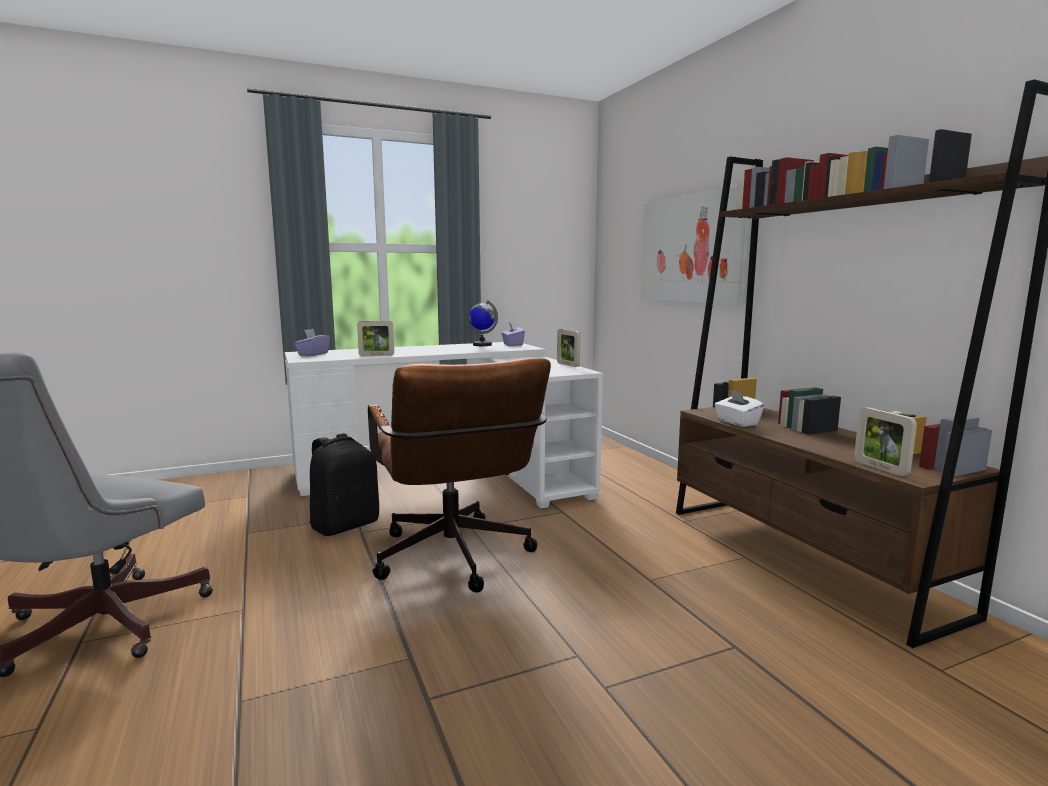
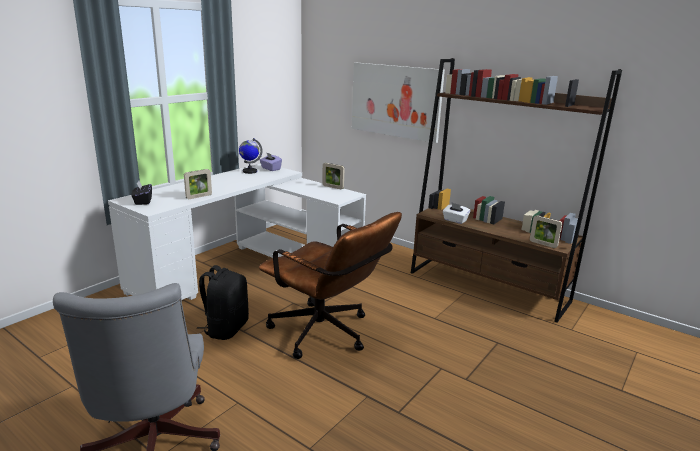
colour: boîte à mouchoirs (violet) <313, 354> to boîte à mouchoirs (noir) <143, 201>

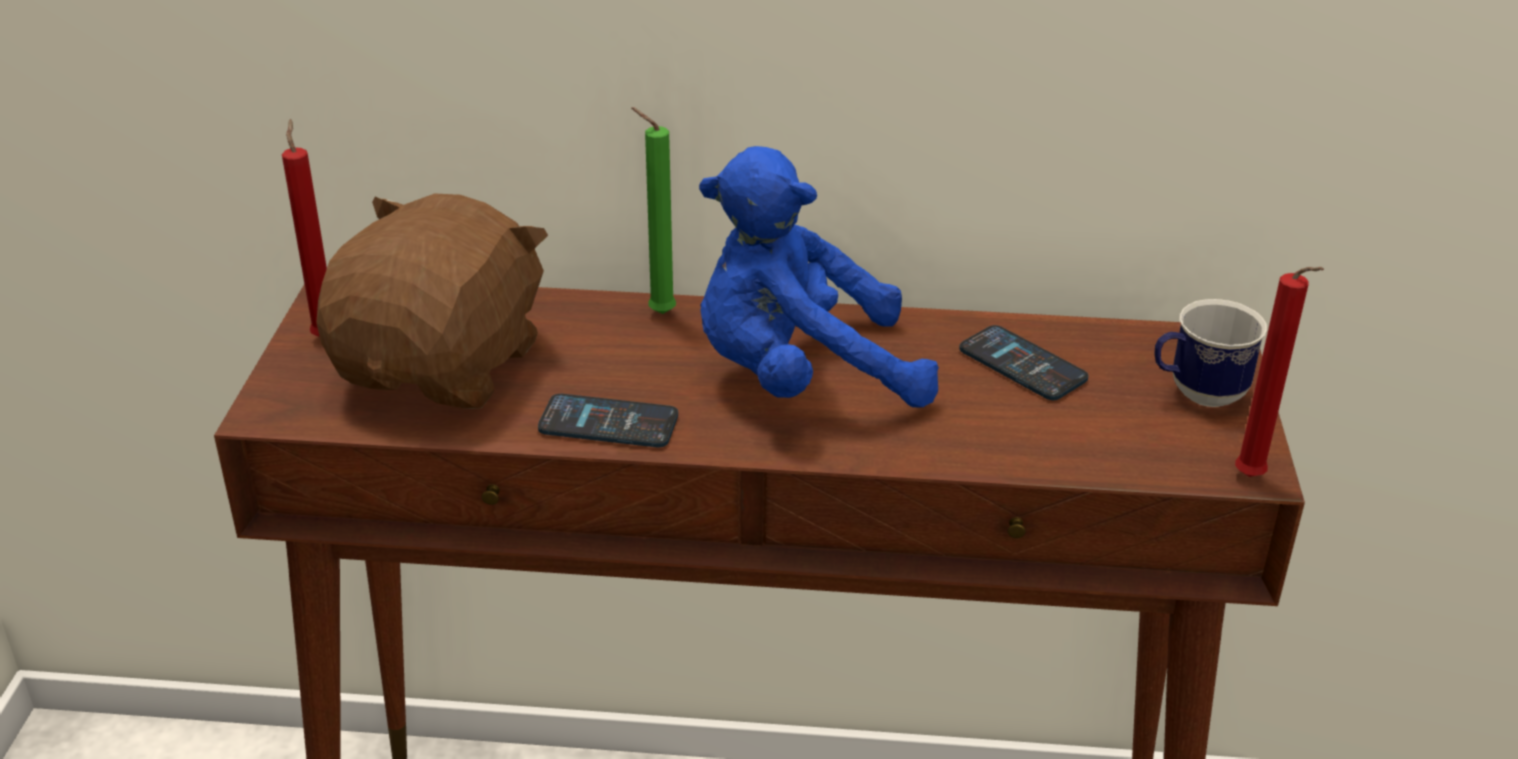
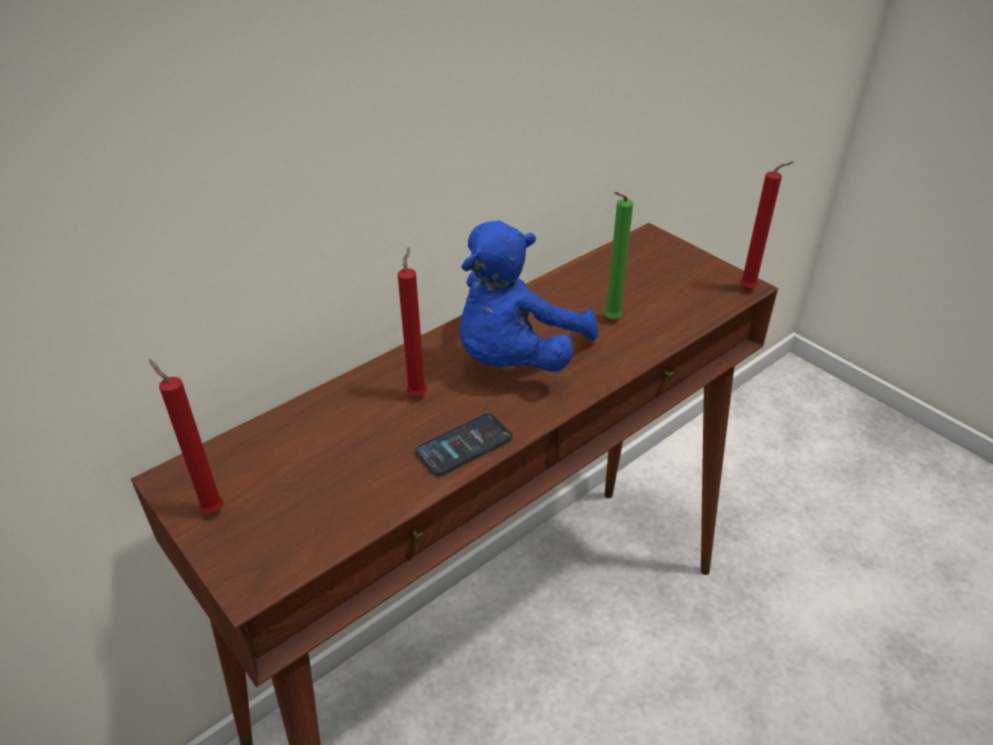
missing: peluche (marron) <444, 366>; mug <1196, 394>; téléphone <1022, 365>
appeared: bougie (rouge) <418, 393>
relocated: bougie (vert) <657, 313> to <610, 320>

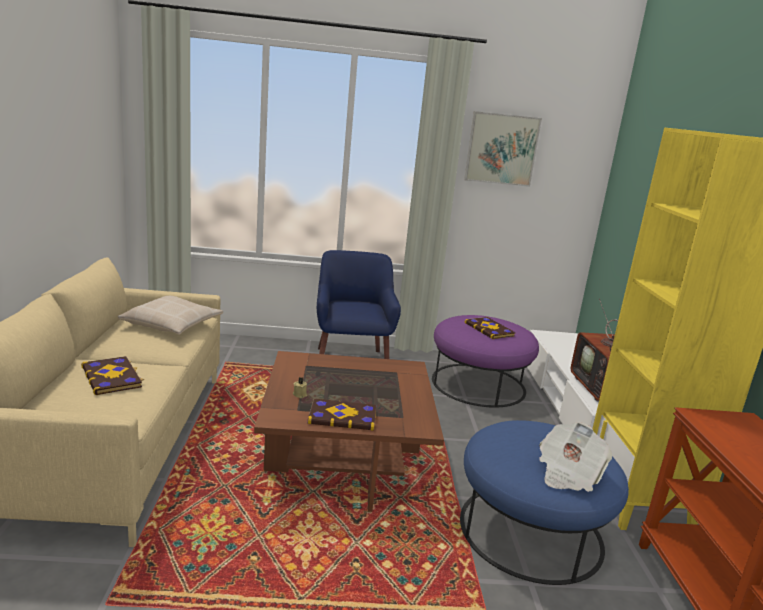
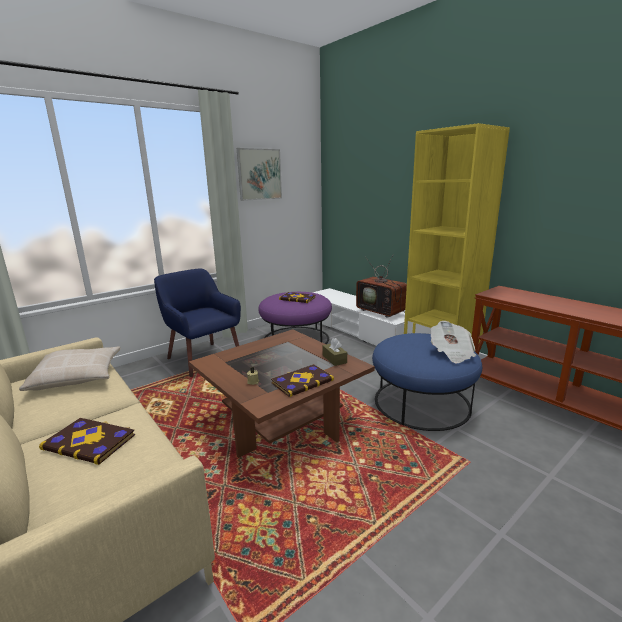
appeared: boîte à mouchoirs (marron) <334, 359>

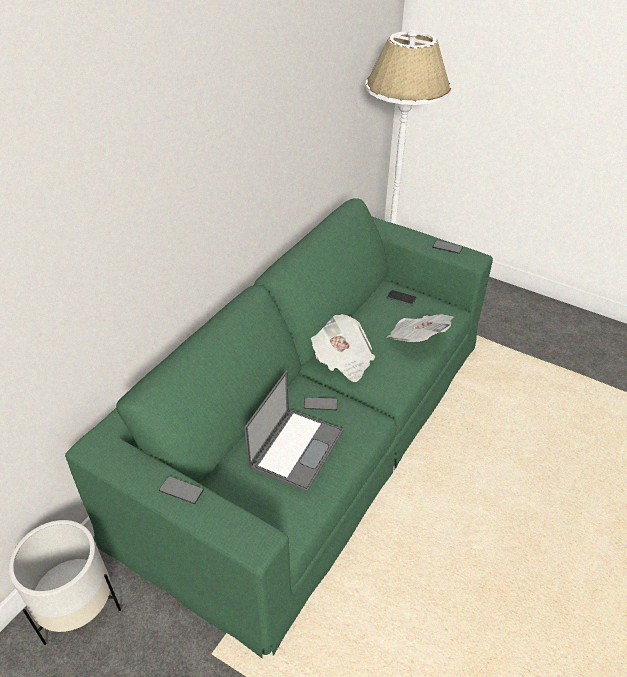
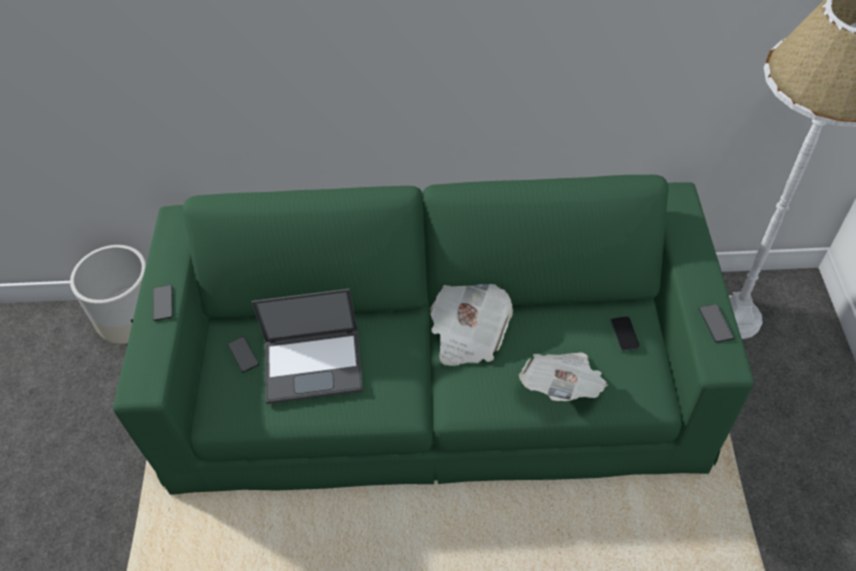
relocated: téléphone <320, 404> to <243, 355>

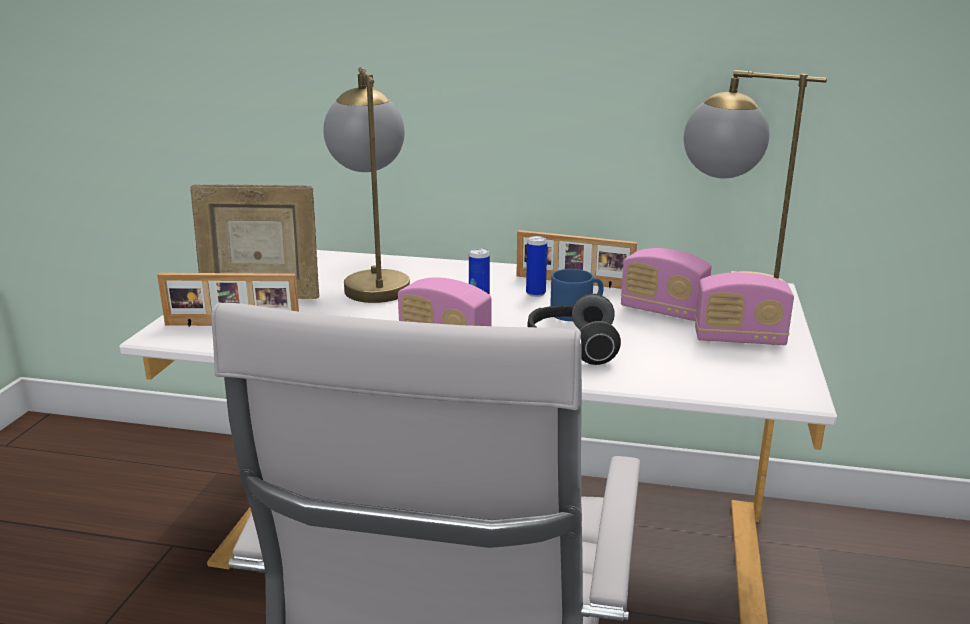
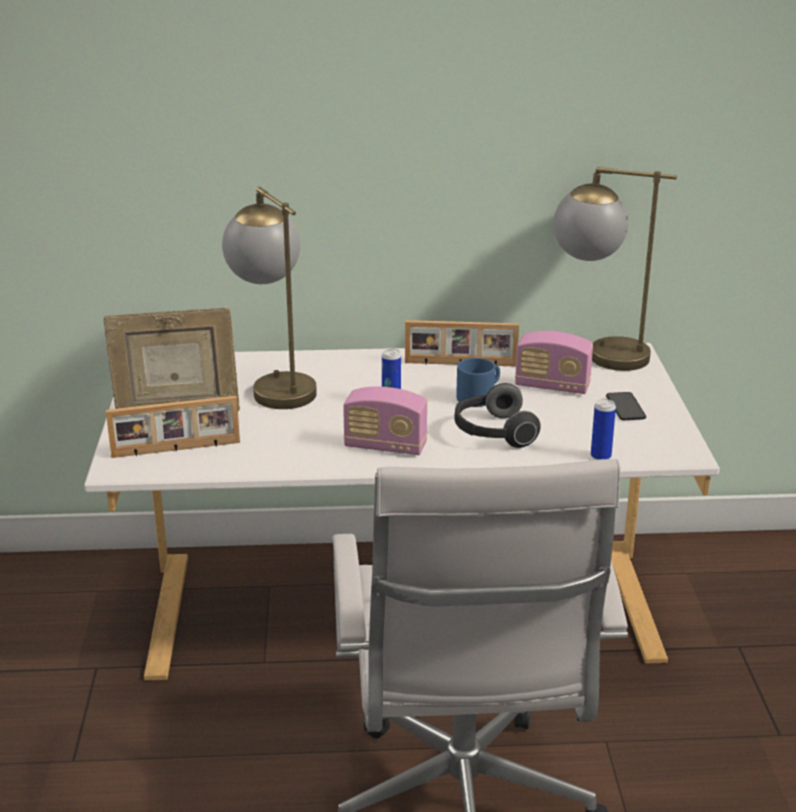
relocated: boîte métallique <535, 293> to <600, 456>
exchanged: radio <739, 339> to téléphone <625, 407>

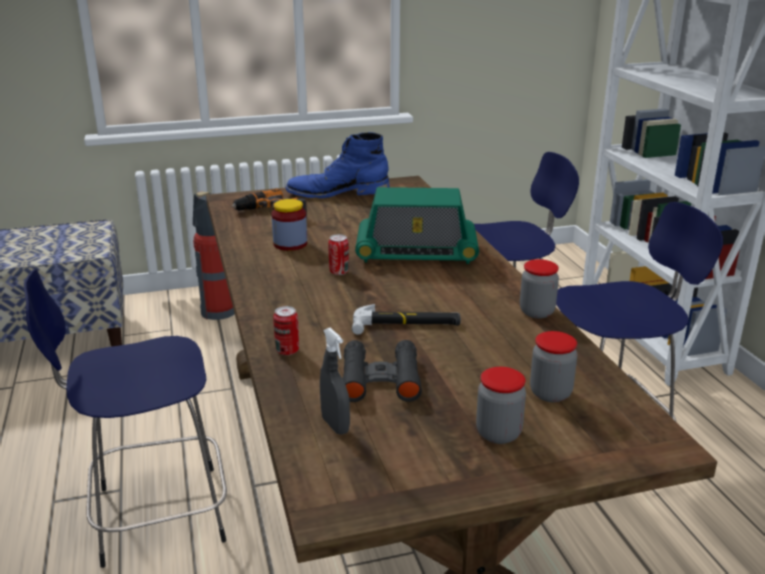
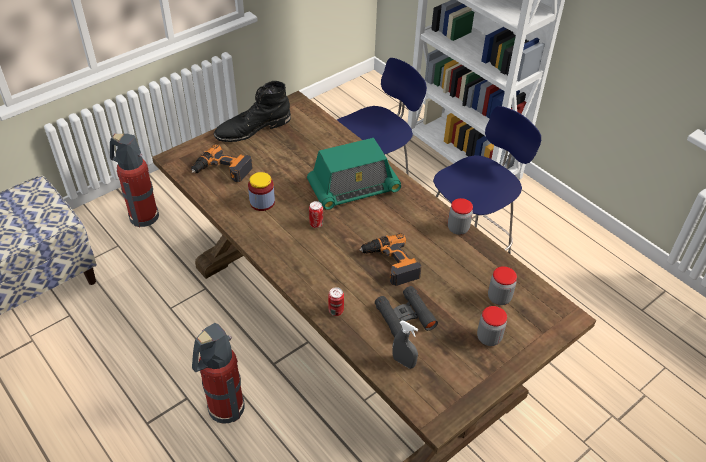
exchanged: tabouret (bleu) <155, 515> to extincteur <224, 408>; marteau <406, 324> to perceuse <390, 263>
colour: botte (bleu) <337, 192> to botte (noir) <252, 128>

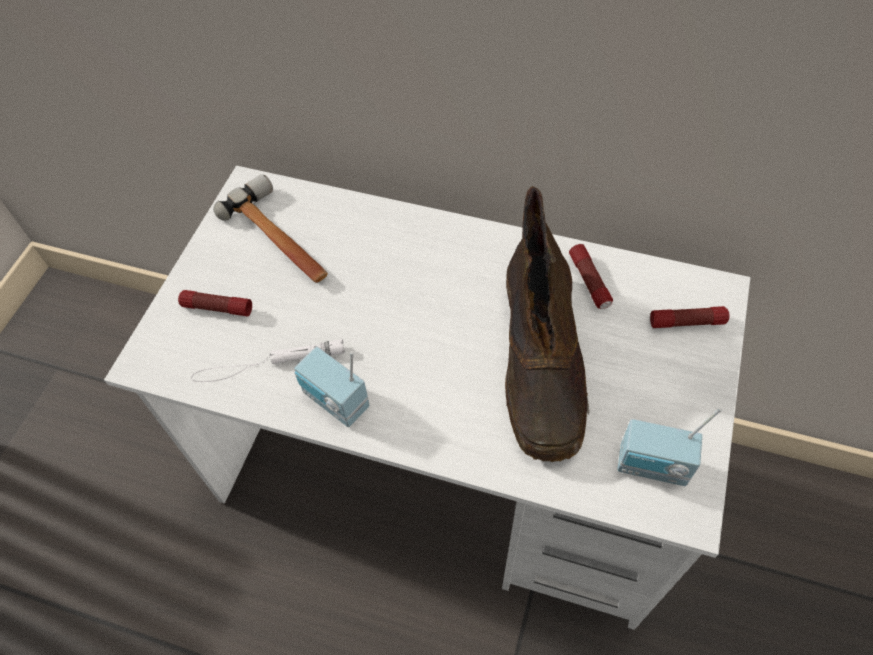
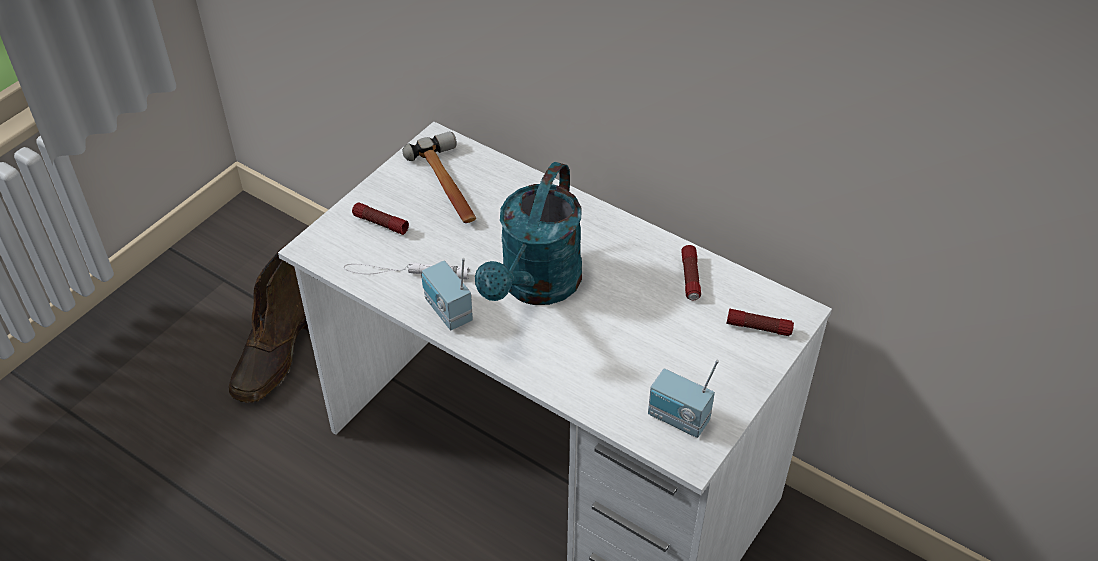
appeared: arrosoir (turquoise) <536, 287>
relocated: botte (marron) <542, 363> to <276, 354>

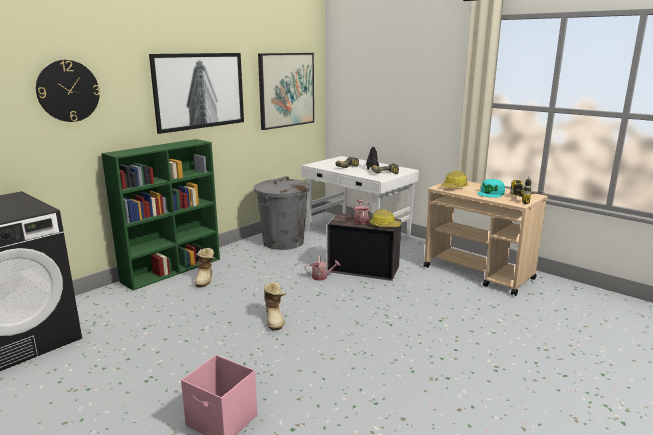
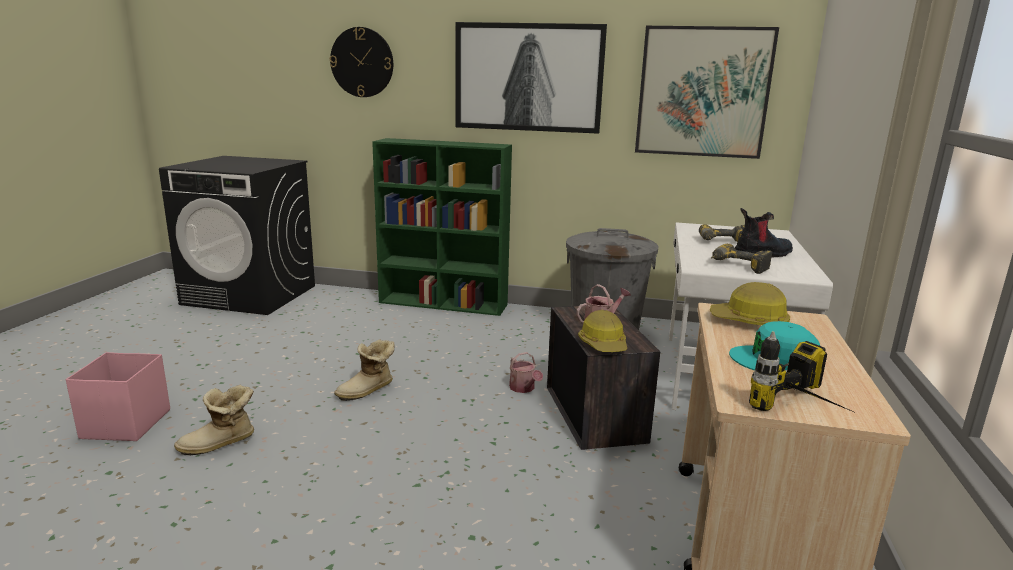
relocated: botte <205, 279> to <219, 444>

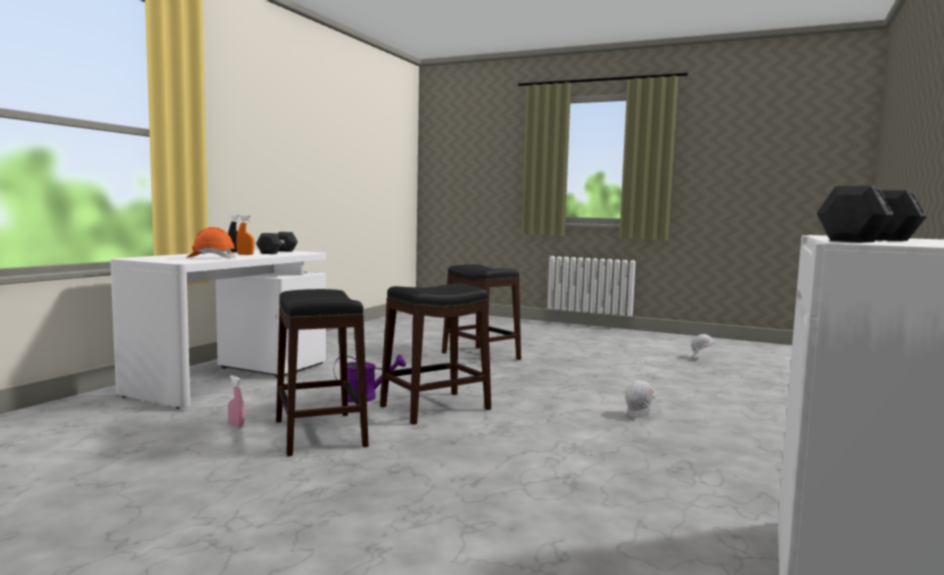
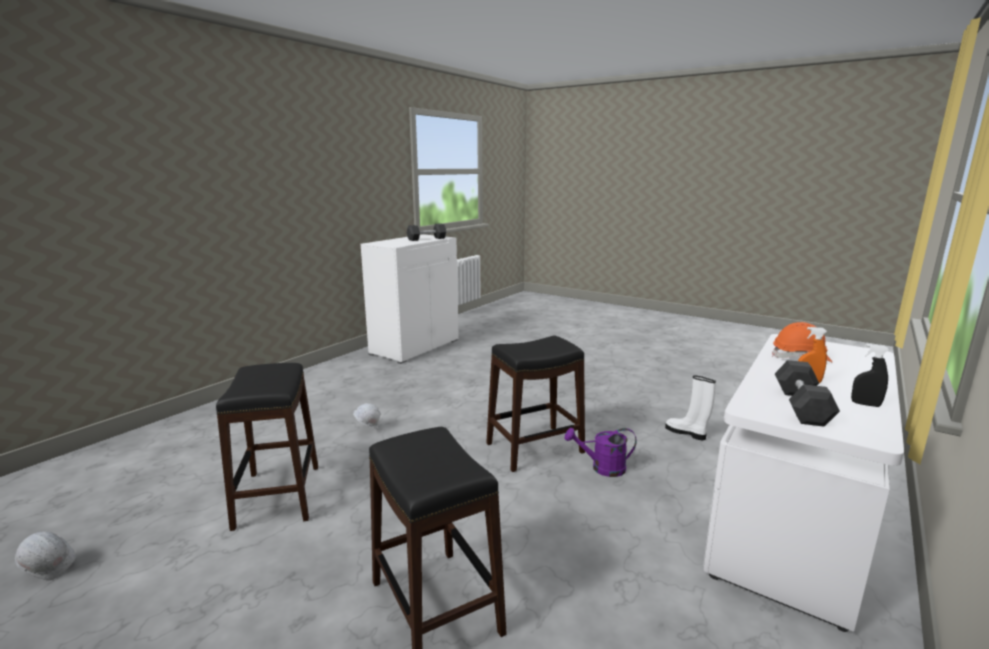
relocated: tabouret (noir) <319, 433> to <279, 495>
exchanged: vaporisateur (rose) <236, 425> to botte (blanc) <686, 433>

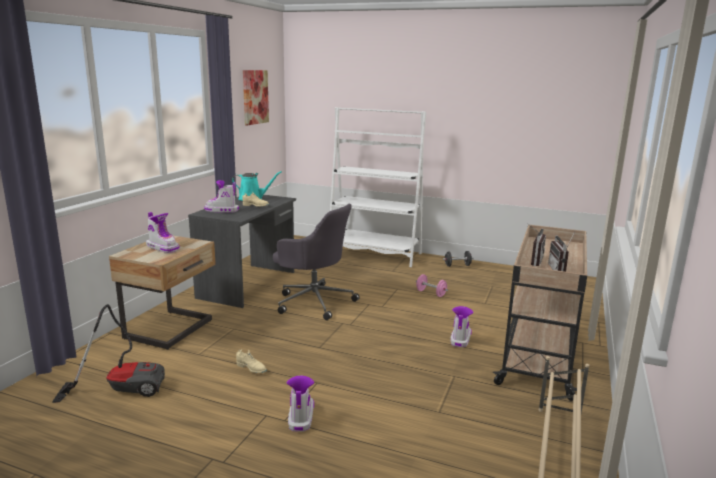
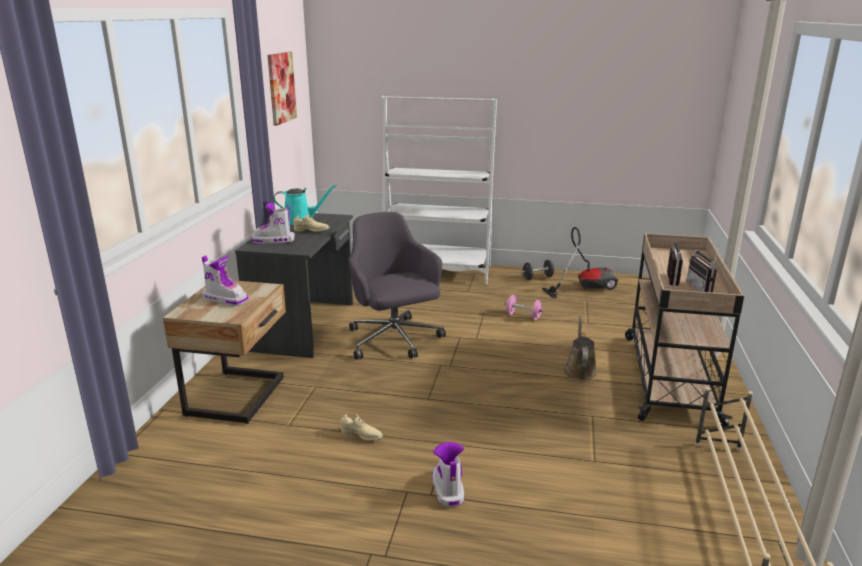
relocated: aspirateur <122, 387> to <584, 287>
exchanged: botte <460, 339> to arrosoir (marron) <579, 370>
spun: chaise de bureau (gris) <314, 301> = <394, 340> 135 degrees counterclockwise

